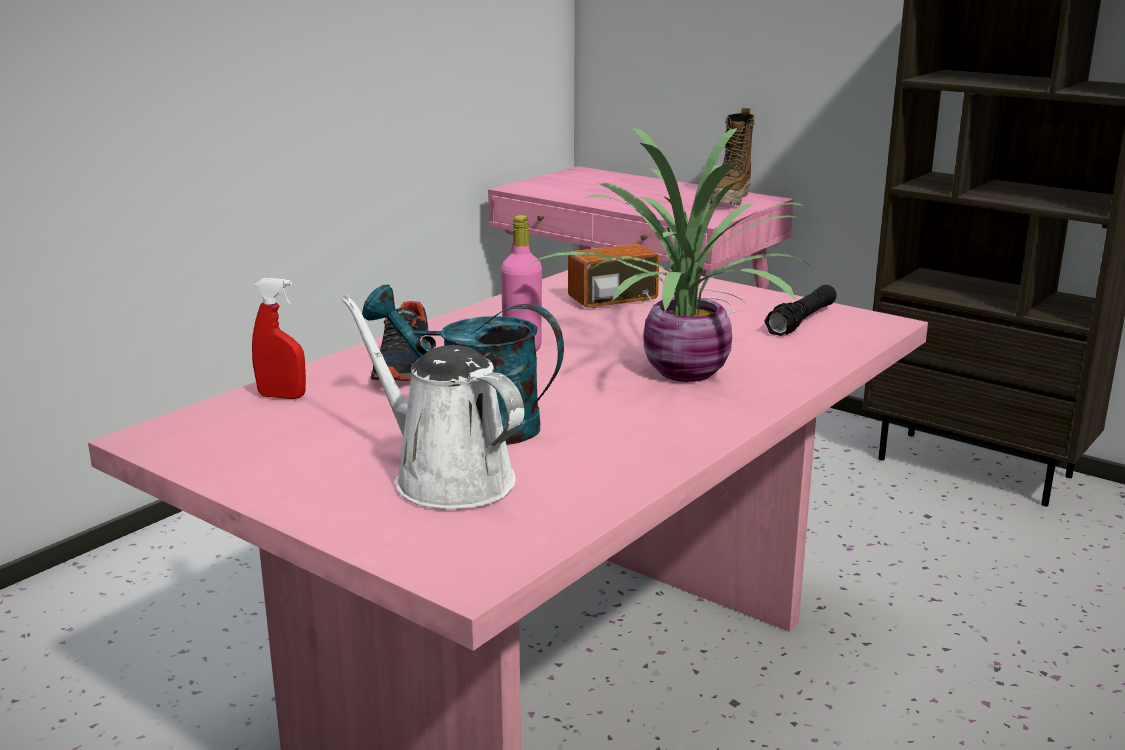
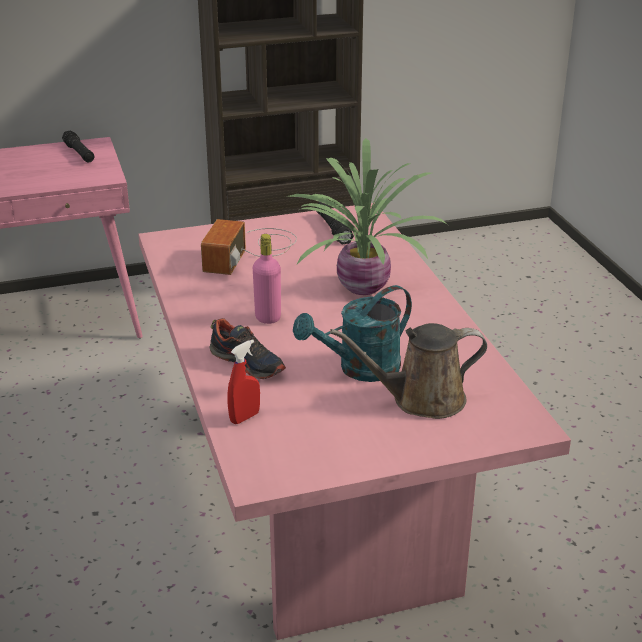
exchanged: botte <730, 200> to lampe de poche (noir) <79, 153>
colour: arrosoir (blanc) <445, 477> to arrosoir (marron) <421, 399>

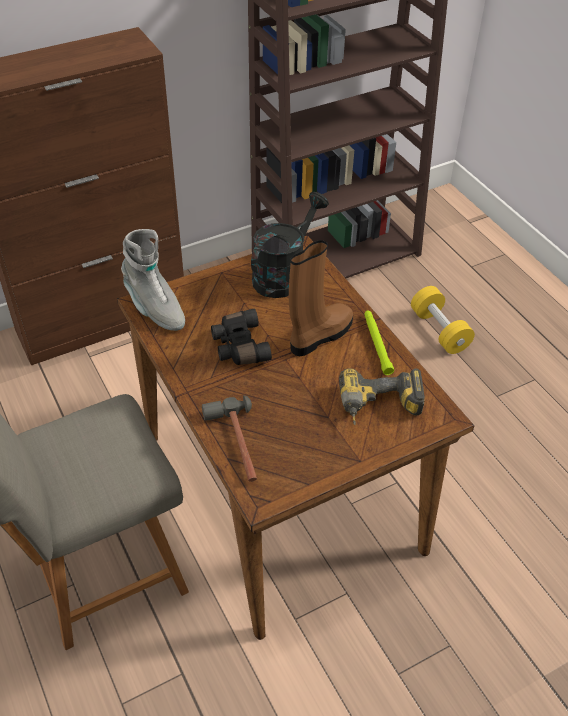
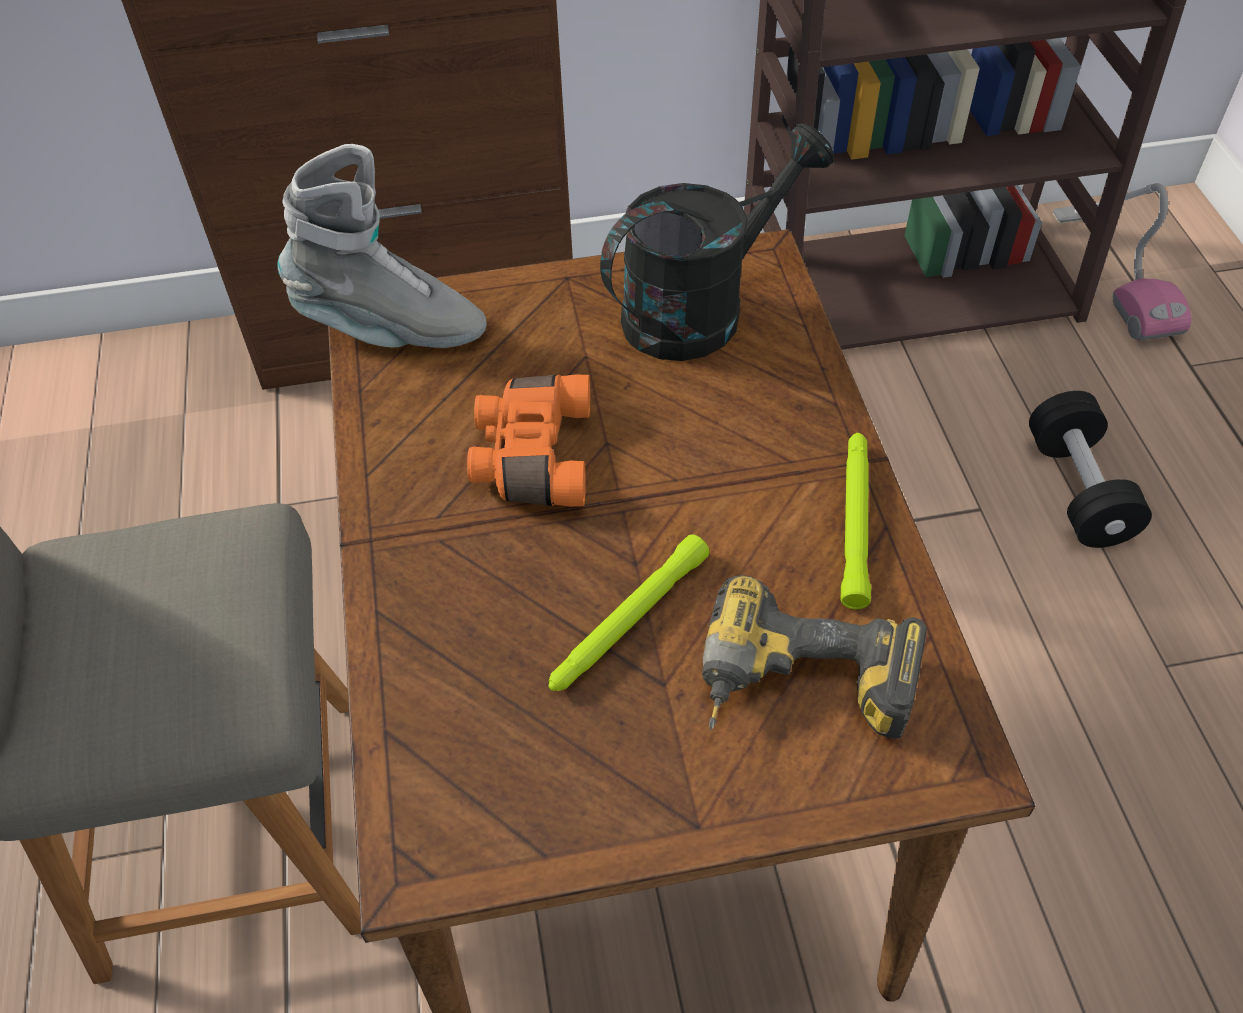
missing: botte (marron) <319, 336>; marteau <237, 444>
appeared: aspirateur <1114, 273>; lampe de poche (vert) <628, 621>
colour: haltère (jaune) <439, 331> to haltère (noir) <1077, 490>; jumelles (noir) <239, 346> to jumelles (orange) <530, 456>
spun: botte (gris) <154, 308> = <390, 329> 60 degrees counterclockwise

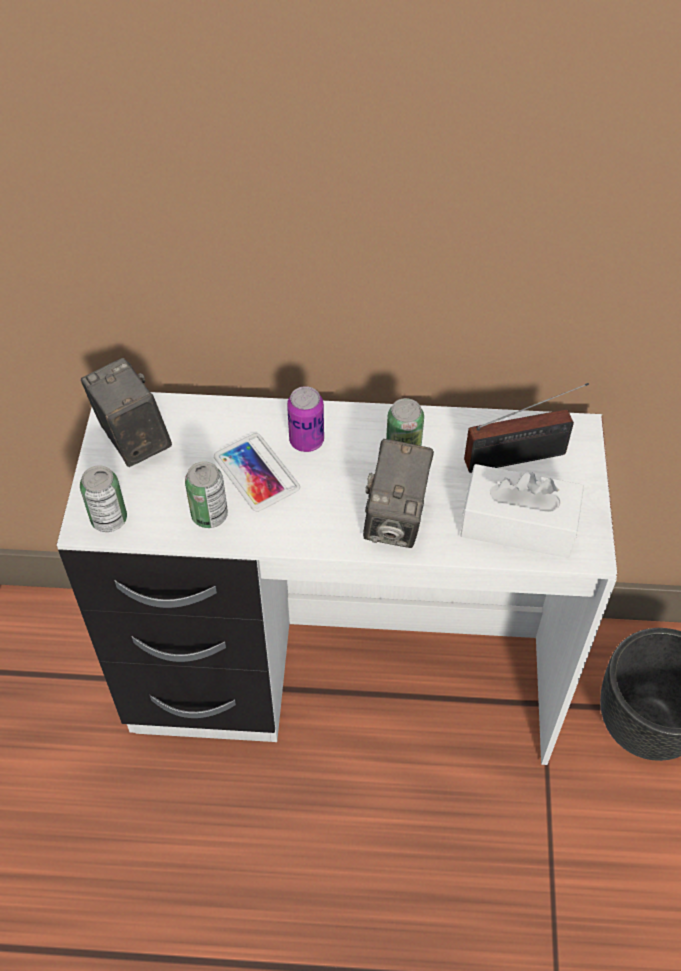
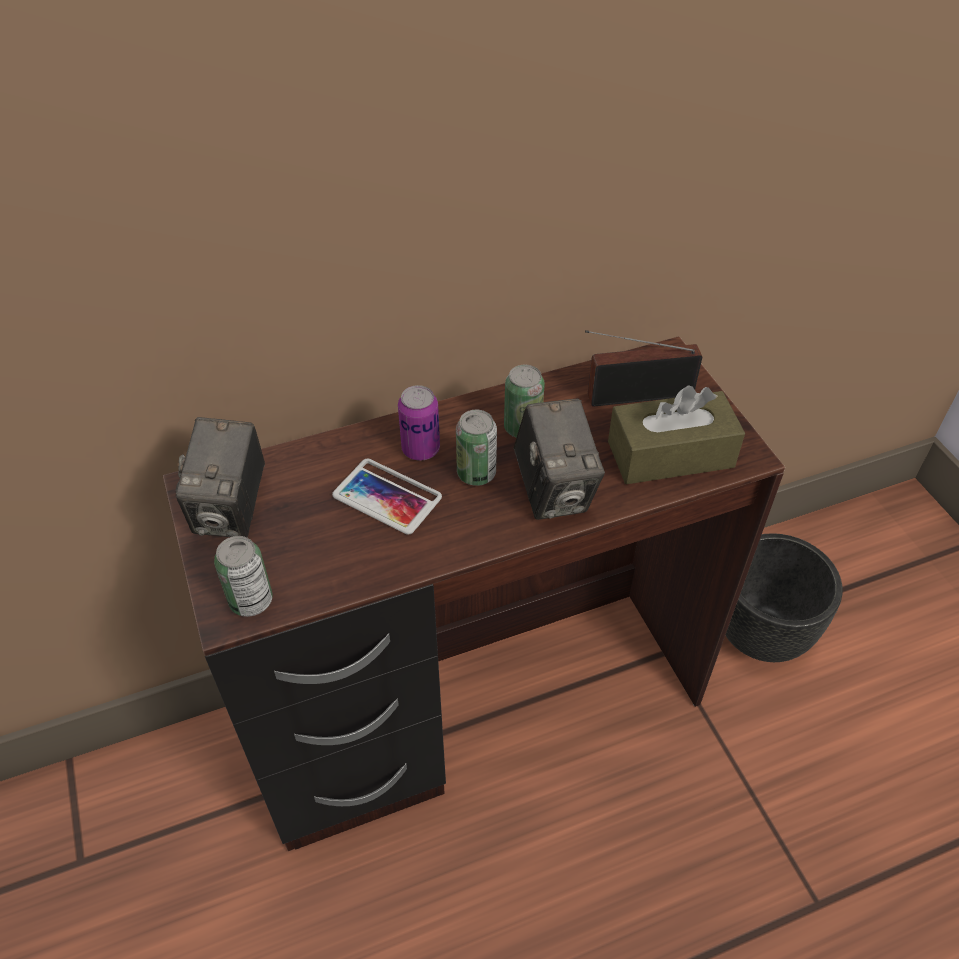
relocated: boîte métallique <209, 515> to <476, 473>
colour: bureau (blanc) <342, 685> to bureau (marron) <479, 712>; boîte à mouchoirs (blanc) <518, 524> to boîte à mouchoirs (marron) <670, 454>
spun: appareil photo <132, 438> = <232, 510> 120 degrees counterclockwise; radio <521, 457> = <633, 395> 150 degrees counterclockwise

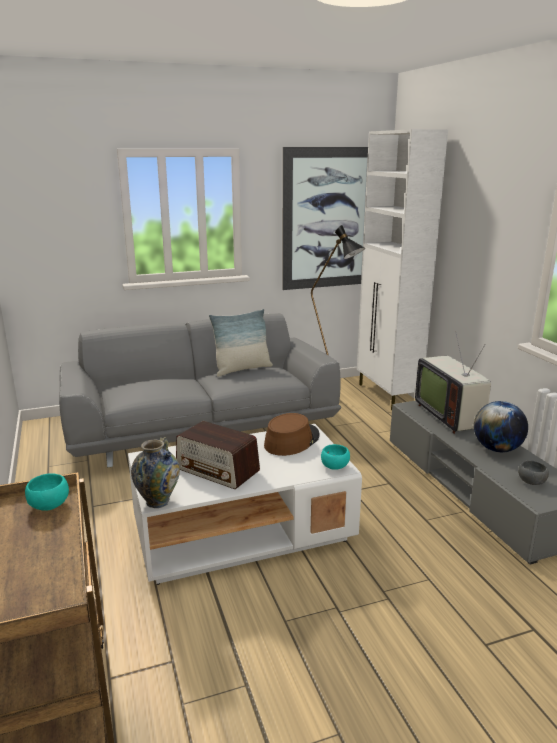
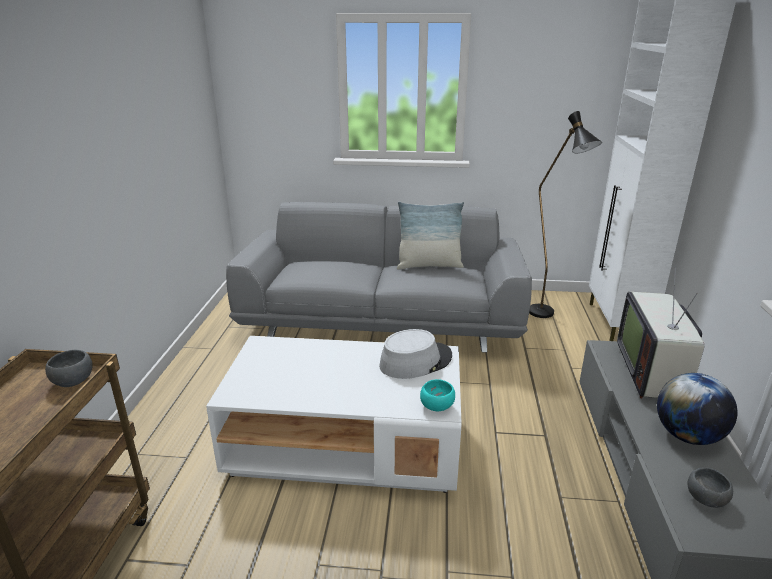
missing: tableau <328, 219>; radio <218, 470>; vase <158, 501>
colour: chapeau (marron) <291, 440> to chapeau (gris) <415, 361>; bol (turquoise) <48, 505> to bol (gris) <73, 380>

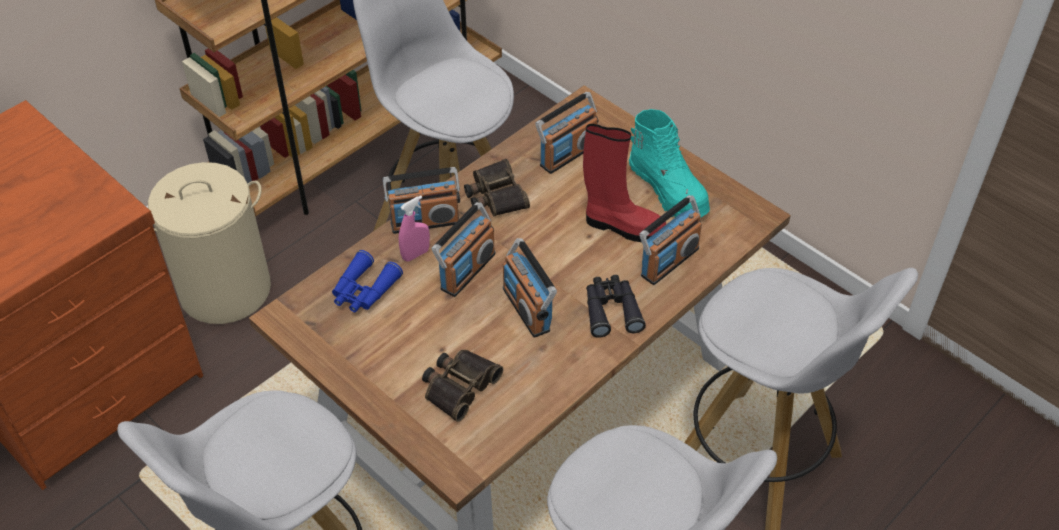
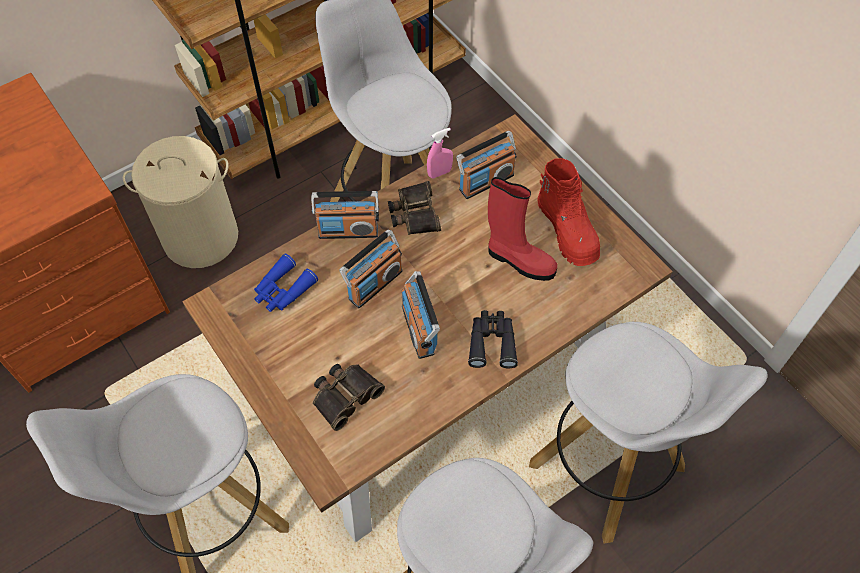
missing: radio <668, 261>
relocated: vaporisateur (rose) <415, 254> to <439, 173>
colour: botte (turquoise) <668, 190> to botte (rouge) <568, 230>

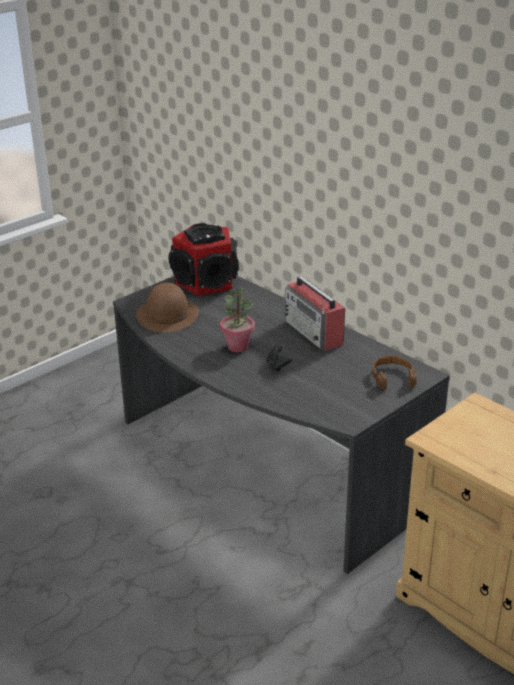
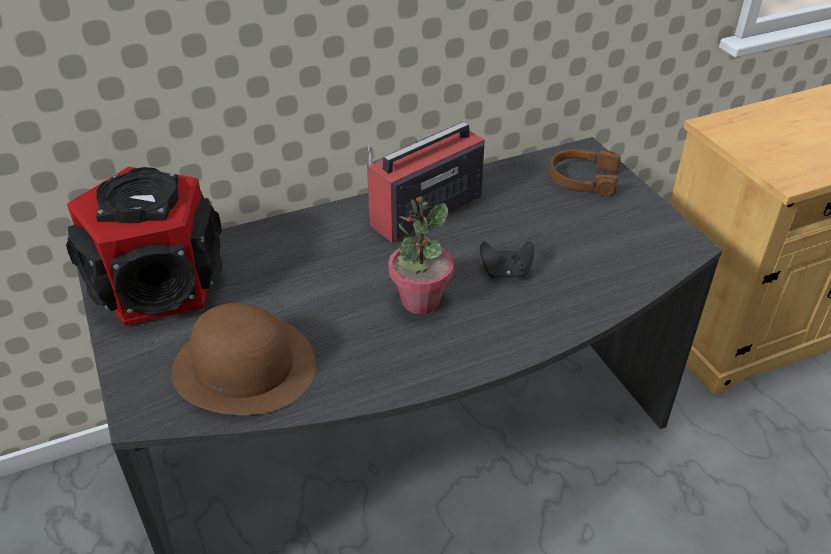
spun: radio <314, 333> = <424, 211> 150 degrees clockwise

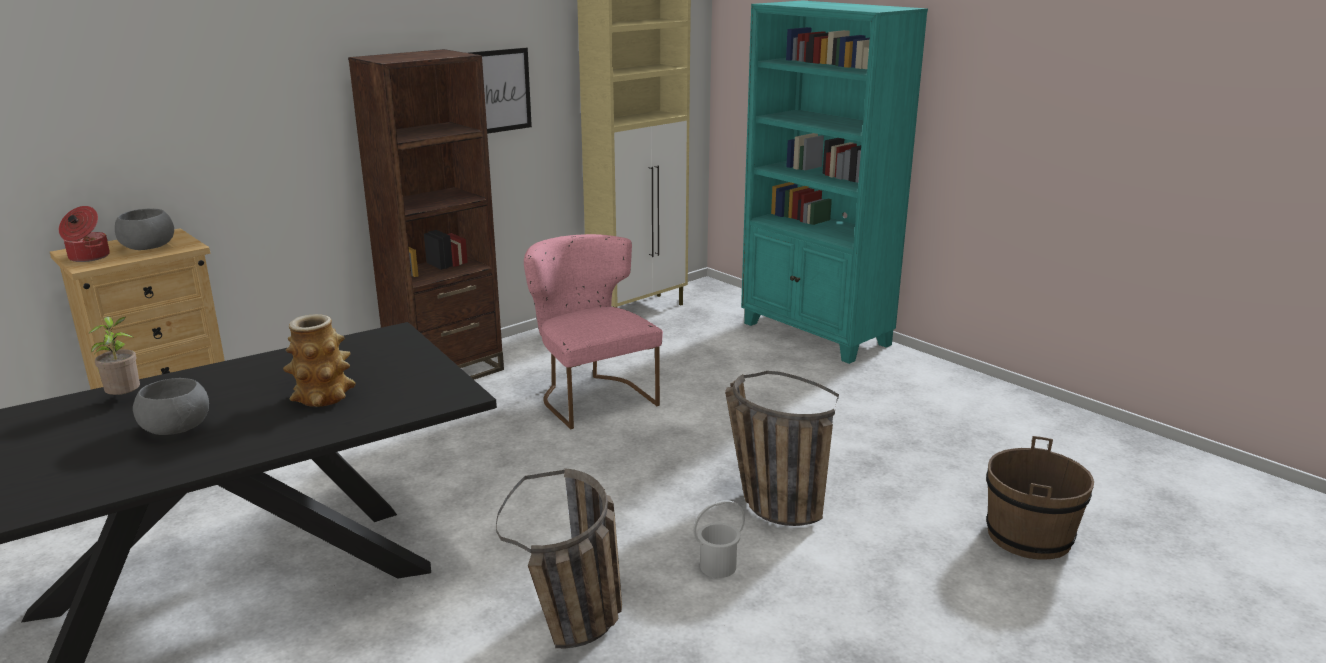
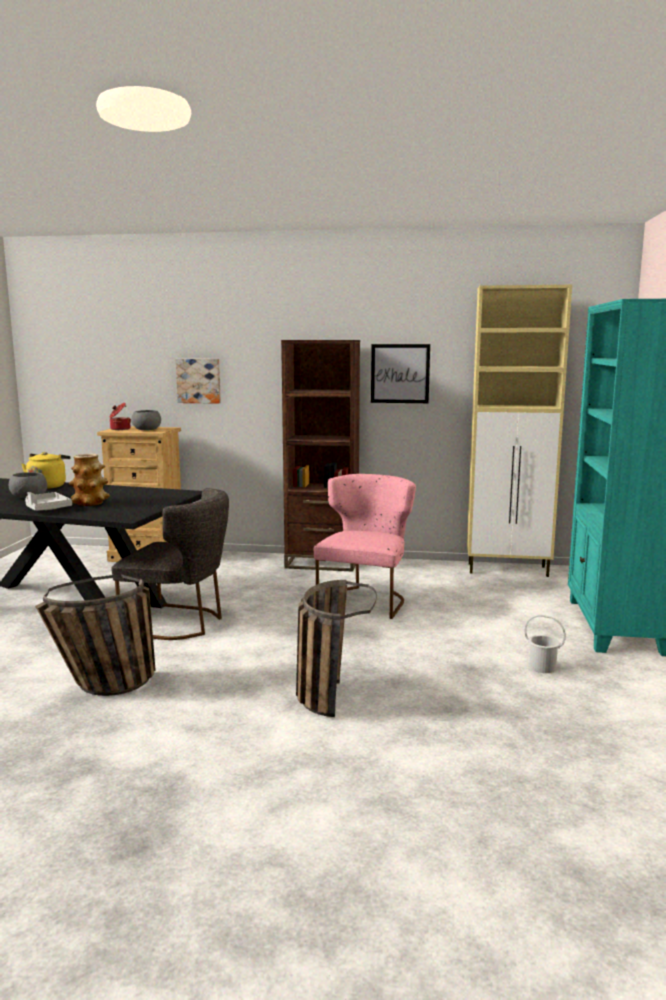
missing: seau (marron) <1029, 536>
appeared: tableau <199, 381>; chaise (gris) <180, 623>; plateau (gris) <46, 508>
relocated: seau (blanc) <717, 566> to <542, 667>
exchanged: plante en pot <125, 399> to bouilloire (jaune) <48, 486>

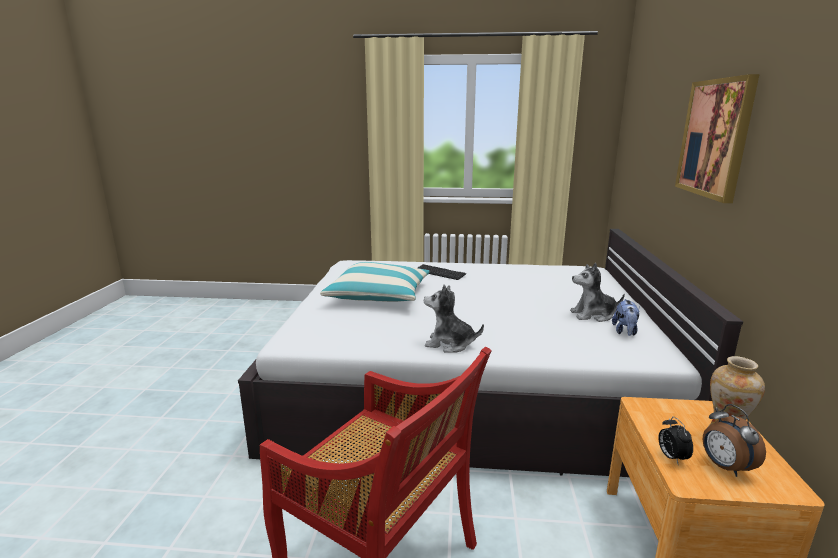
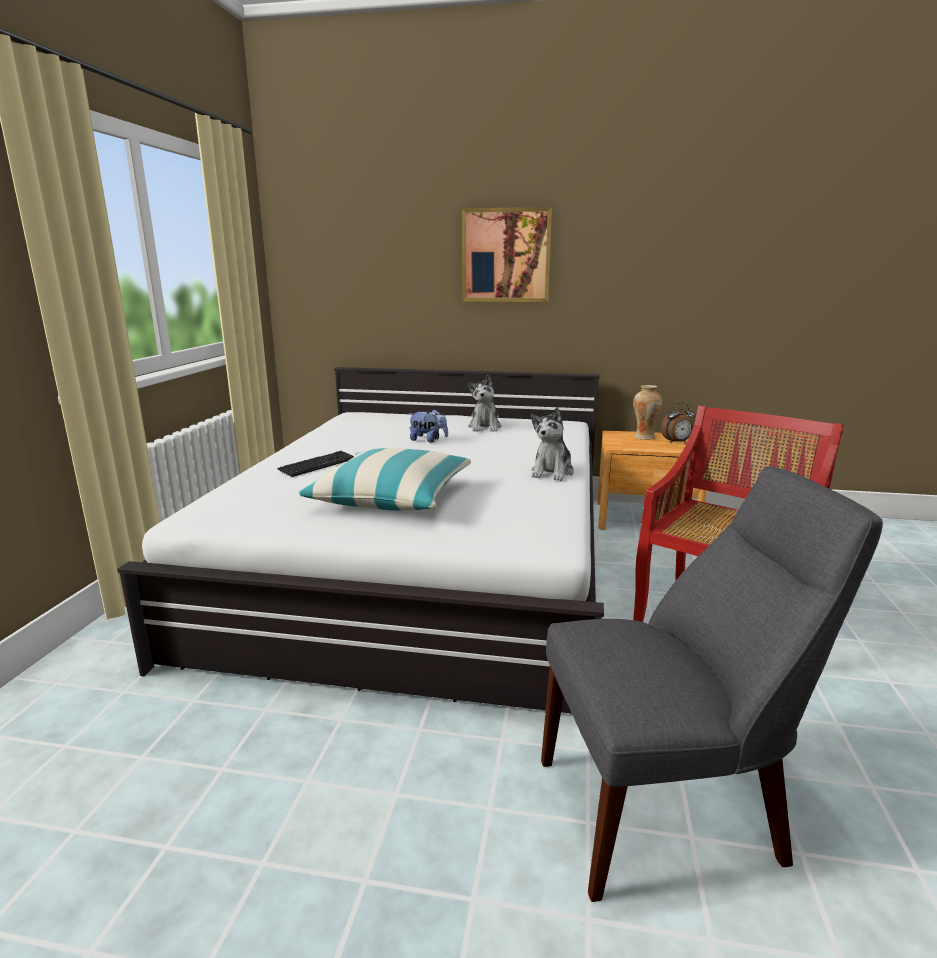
missing: réveil <671, 457>
appeared: chaise (gris) <667, 809>
relocated: peluche <625, 332> to <428, 440>

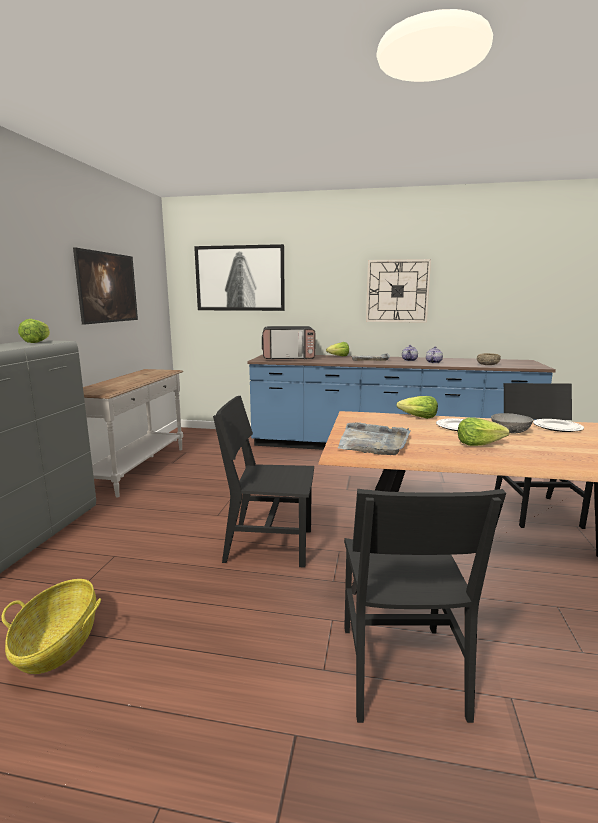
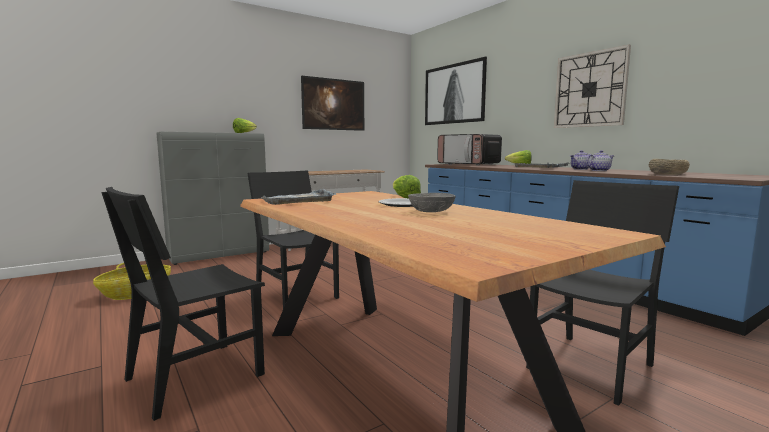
missing: laitue <478, 444>; assiette <557, 427>

